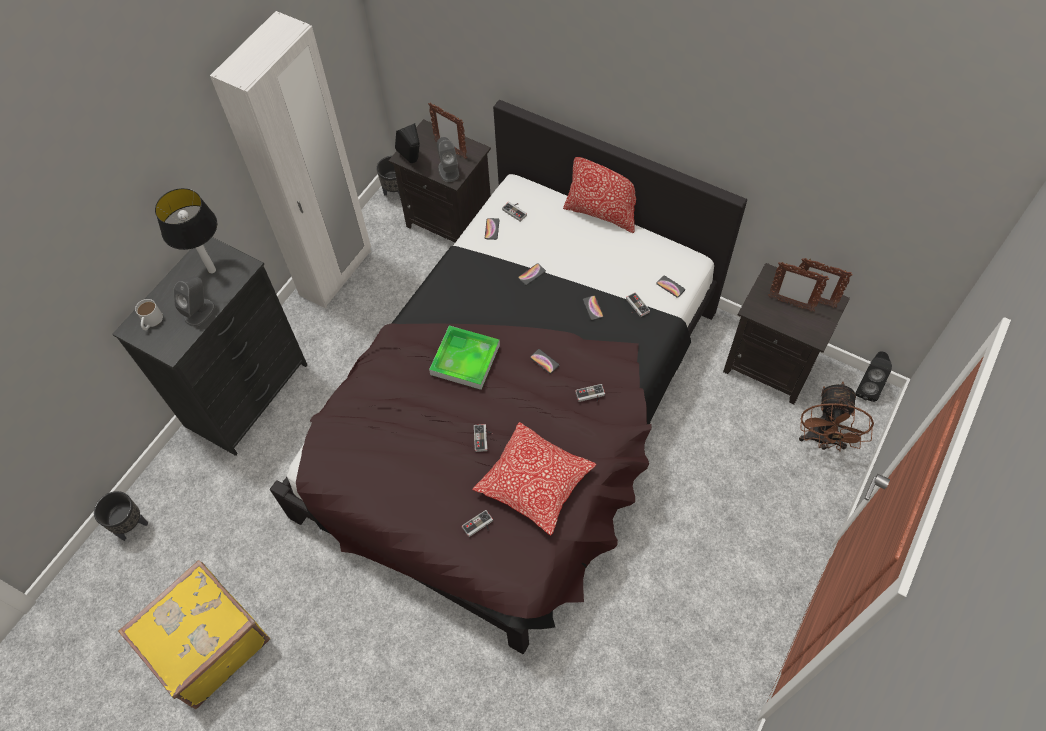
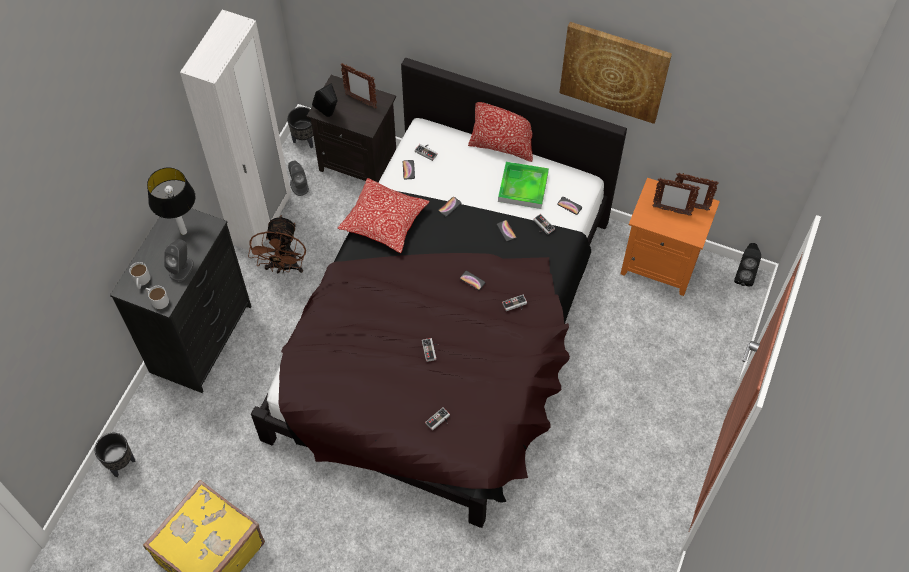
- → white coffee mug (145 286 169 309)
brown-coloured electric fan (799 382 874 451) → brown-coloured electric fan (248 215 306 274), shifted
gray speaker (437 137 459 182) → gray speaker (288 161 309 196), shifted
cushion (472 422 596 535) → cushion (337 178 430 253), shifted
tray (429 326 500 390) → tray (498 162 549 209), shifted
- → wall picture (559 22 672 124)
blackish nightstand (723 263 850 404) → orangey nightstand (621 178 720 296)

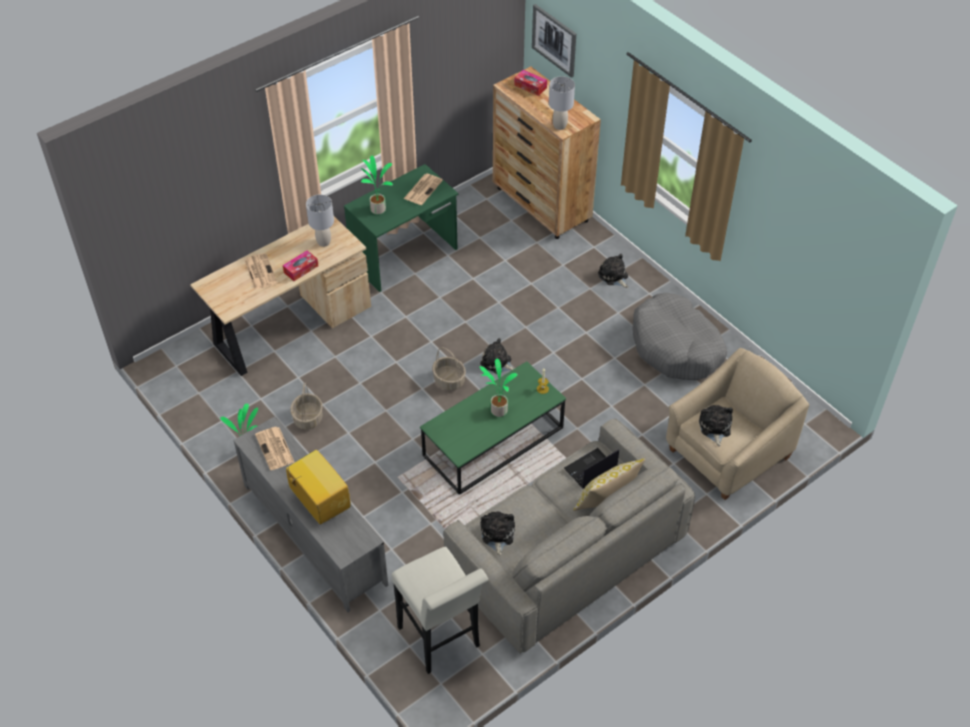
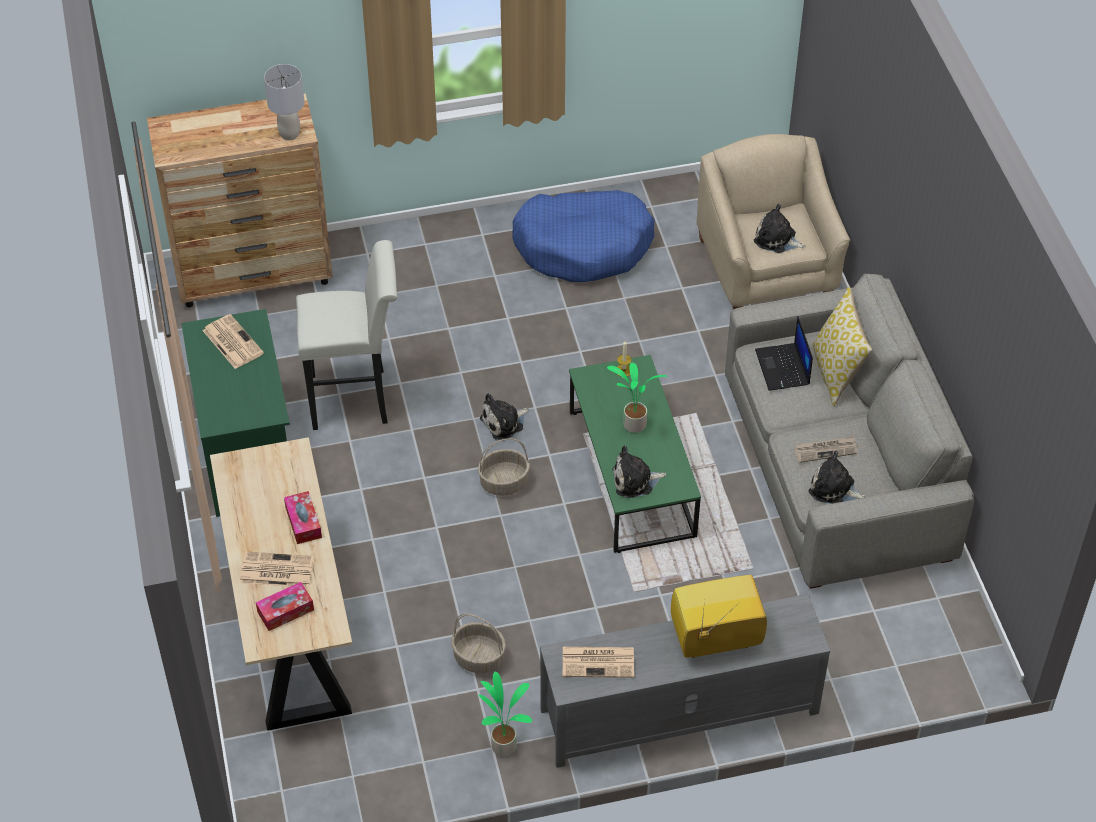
tissue box (514 70 547 96) → tissue box (256 582 314 631), shifted
white stool (391 547 488 674) → white stool (296 240 397 430), shifted
gray dog cushion (632 293 727 380) → blue-coloured dog cushion (512 190 655 282)
soft toy (598 254 628 288) → soft toy (612 445 666 498), shifted
- → newspaper (794 436 857 463)
gray table lamp (306 195 334 247) → -
plant in a pot (361 155 393 215) → -
wall picture (532 4 576 78) → -

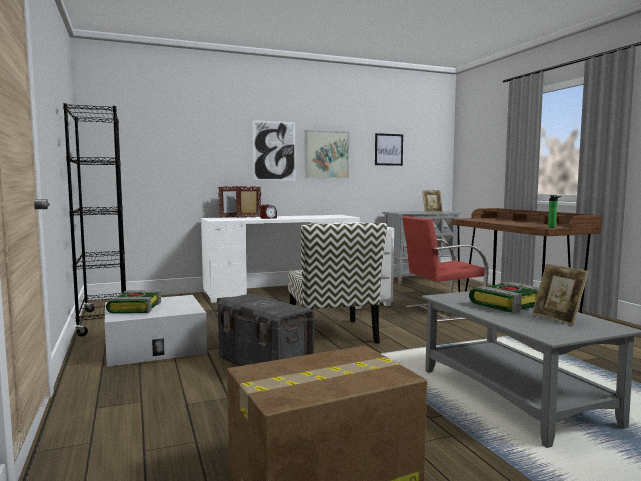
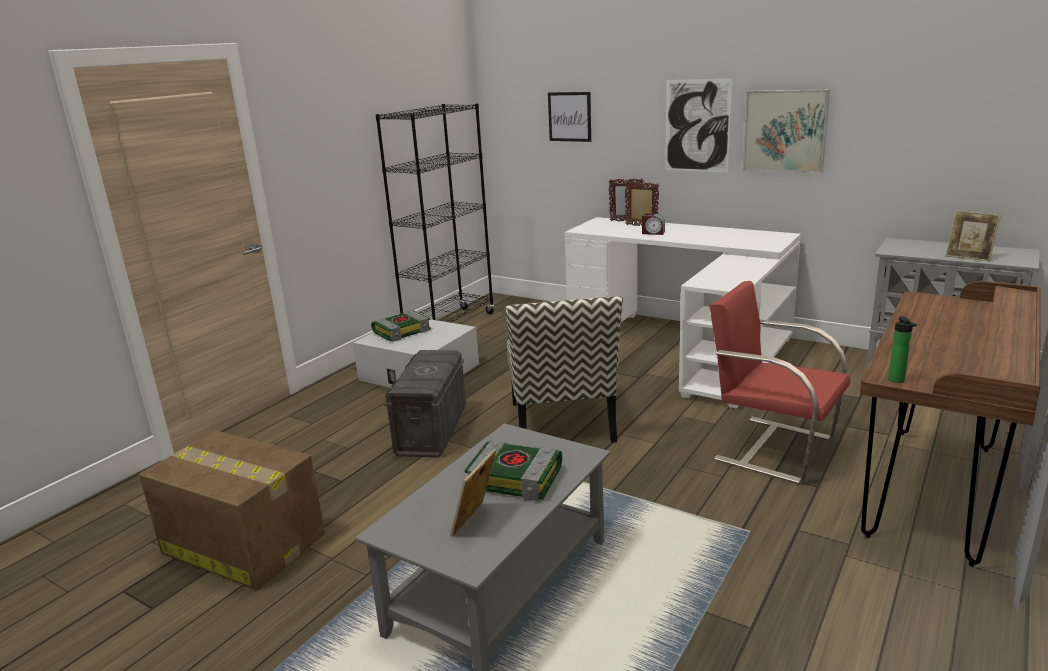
chair (288 223 387 344) → chair (506 296 623 443), 45 degrees counterclockwise
wall picture (375 133 403 166) → wall picture (548 92 591 142), shifted

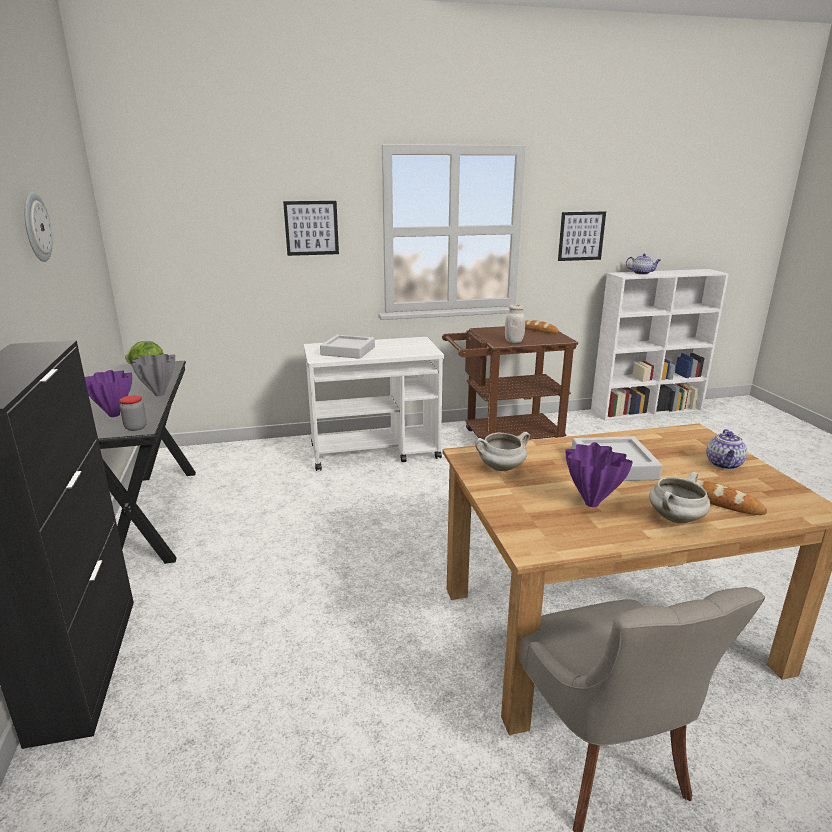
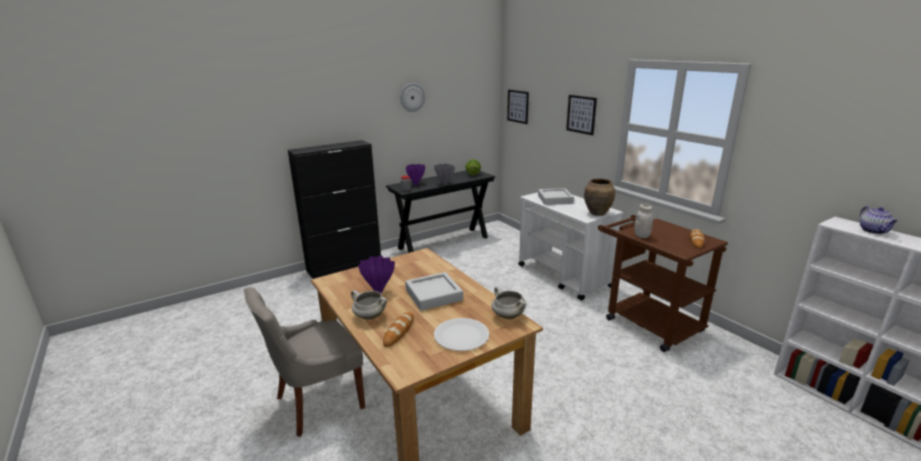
pot for tea (706 429 747 469) → white flat dish (434 318 489 351)
white saucepot (475 432 530 471) → white saucepot (491 287 526 319), shifted
wall picture (558 212 606 261) → wall picture (507 90 529 124), shifted
- → brown-coloured vase (584 178 615 216)

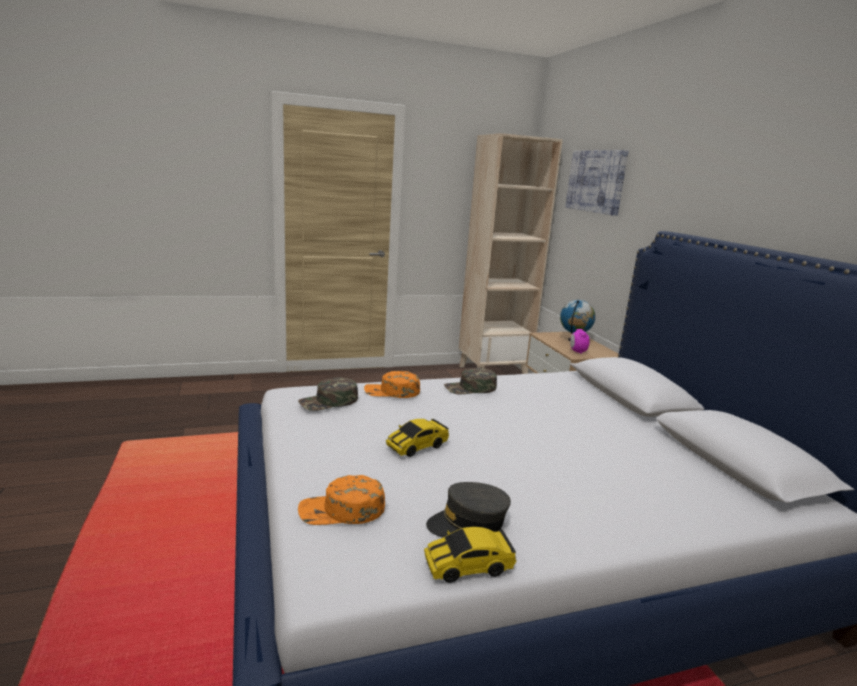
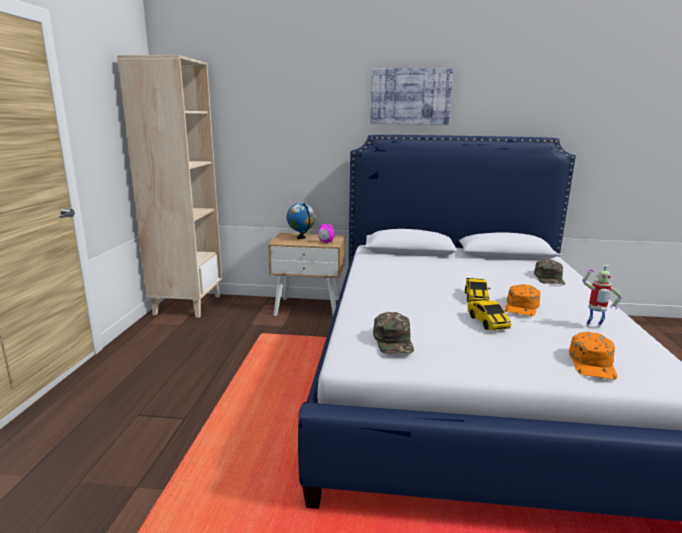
wall picture (565 150 629 216) → wall picture (370 68 453 125), shifted
miniature car (424 527 516 583) → miniature car (465 278 491 302), shifted
orangey cap (364 371 420 398) → orangey cap (505 284 541 316), shifted
green-coloured cap (444 368 497 395) → green-coloured cap (534 259 565 285), shifted
gray cap (426 482 511 538) → robot figure (582 265 622 328)

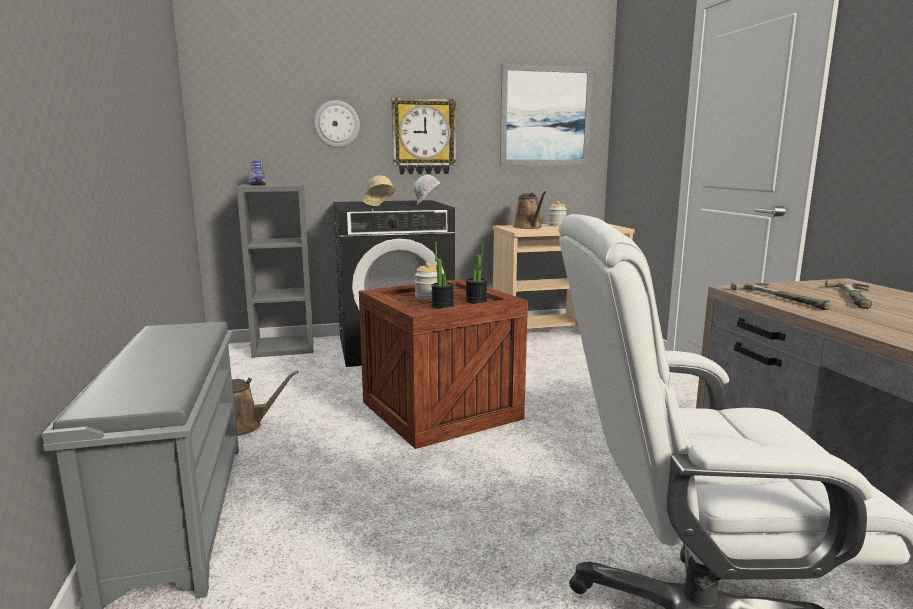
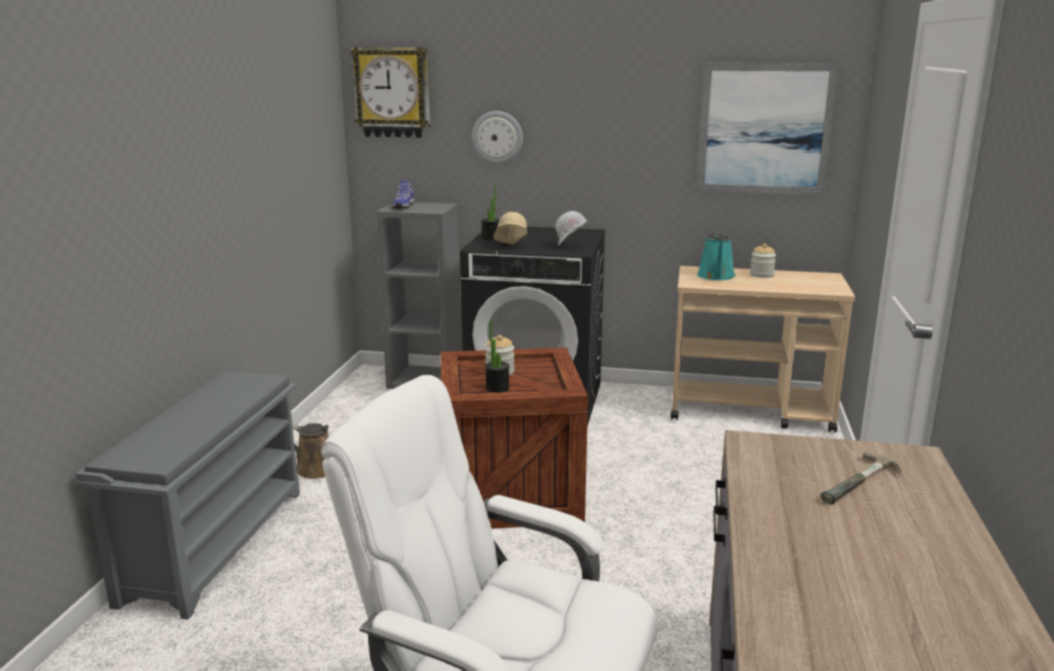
wall clock (391 98 457 174) → wall clock (351 47 430 138), shifted
plant in a pot (466 238 487 304) → plant in a pot (481 184 499 240), shifted
brown-coloured watering can (513 191 546 229) → blue-green watering can (697 232 736 280)
hand hammer (731 282 831 310) → -

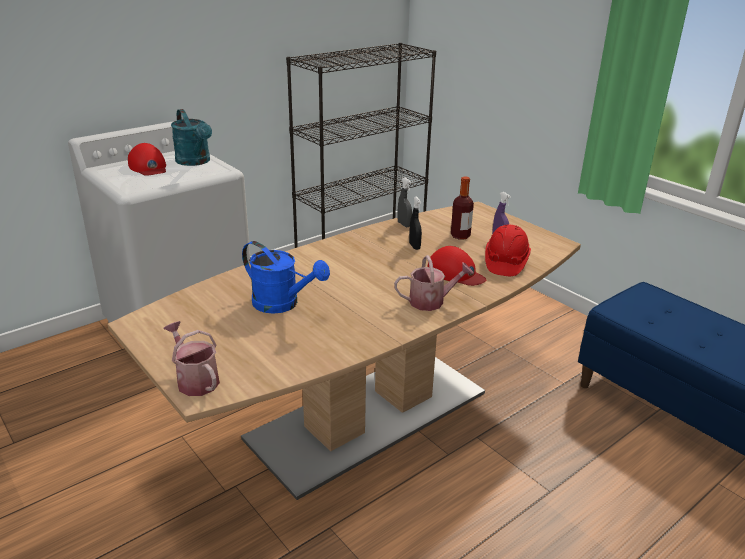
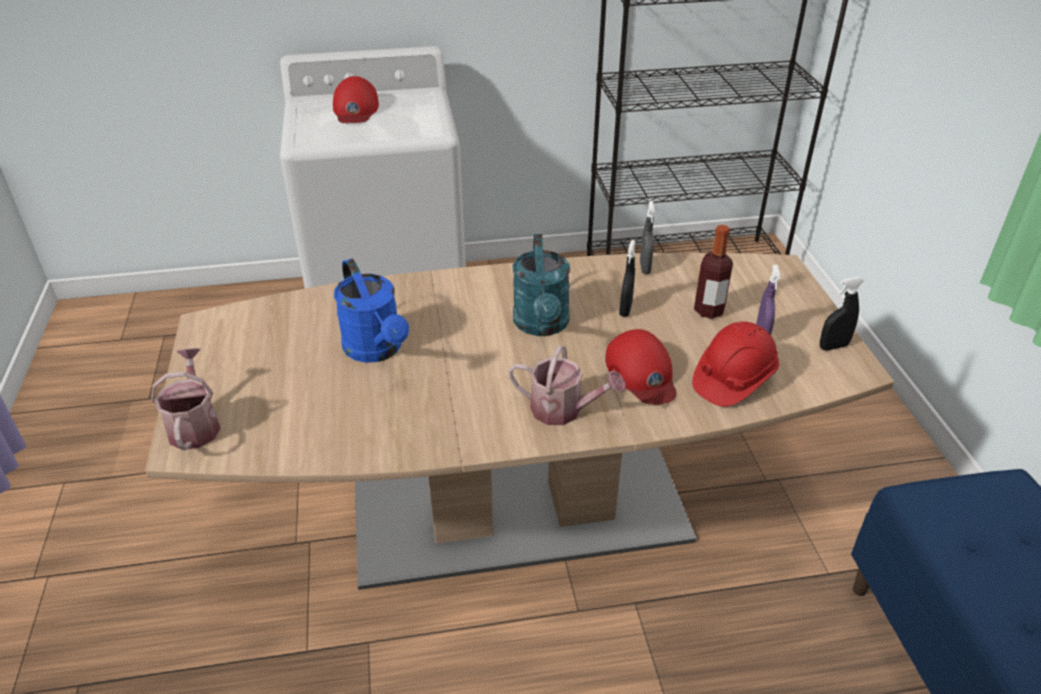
blue-green watering can (171 109 212 166) → blue-green watering can (513 234 570 336), shifted
- → blackish sprayer (820 277 864 351)

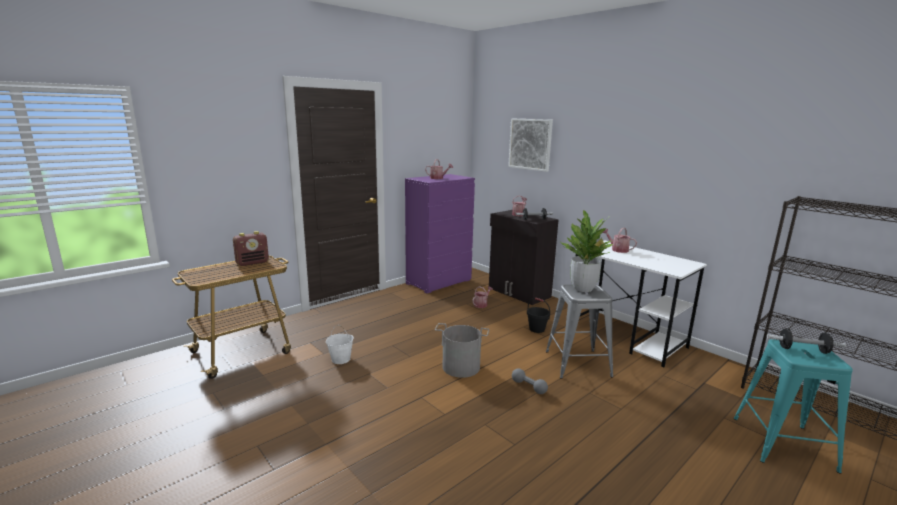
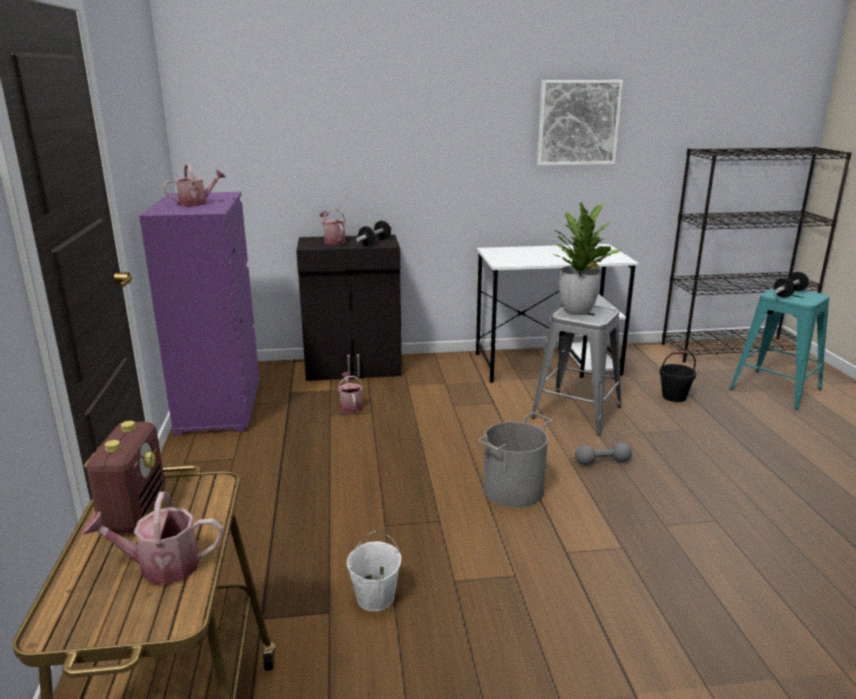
watering can (603 228 637 253) → watering can (82 492 223 585), shifted
wall picture (508 119 553 172) → wall picture (537 80 623 166), shifted
blackish water bucket (527 298 550 333) → blackish water bucket (659 351 696 402), shifted

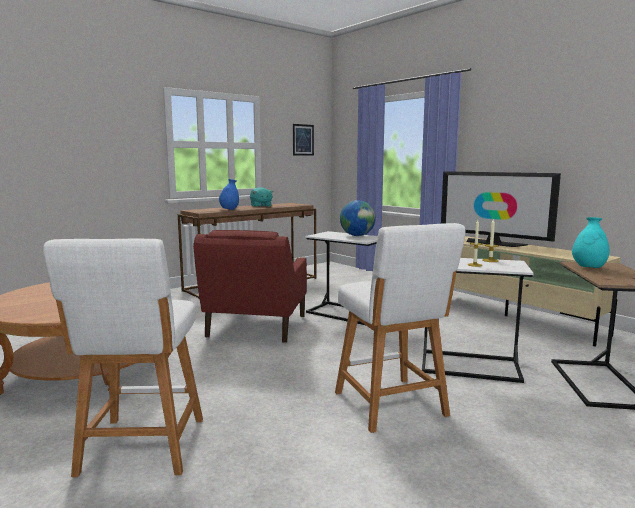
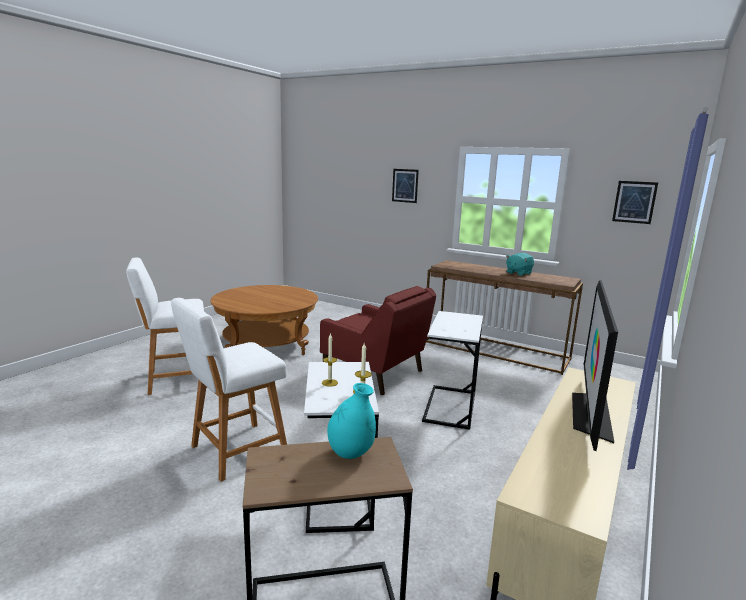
red armchair (193 230 307 343) → red armchair (320 286 436 395), 135 degrees counterclockwise
- → wall picture (392 169 419 203)
blue-coloured vase (219 179 239 210) → -
world globe (340 200 376 236) → -

